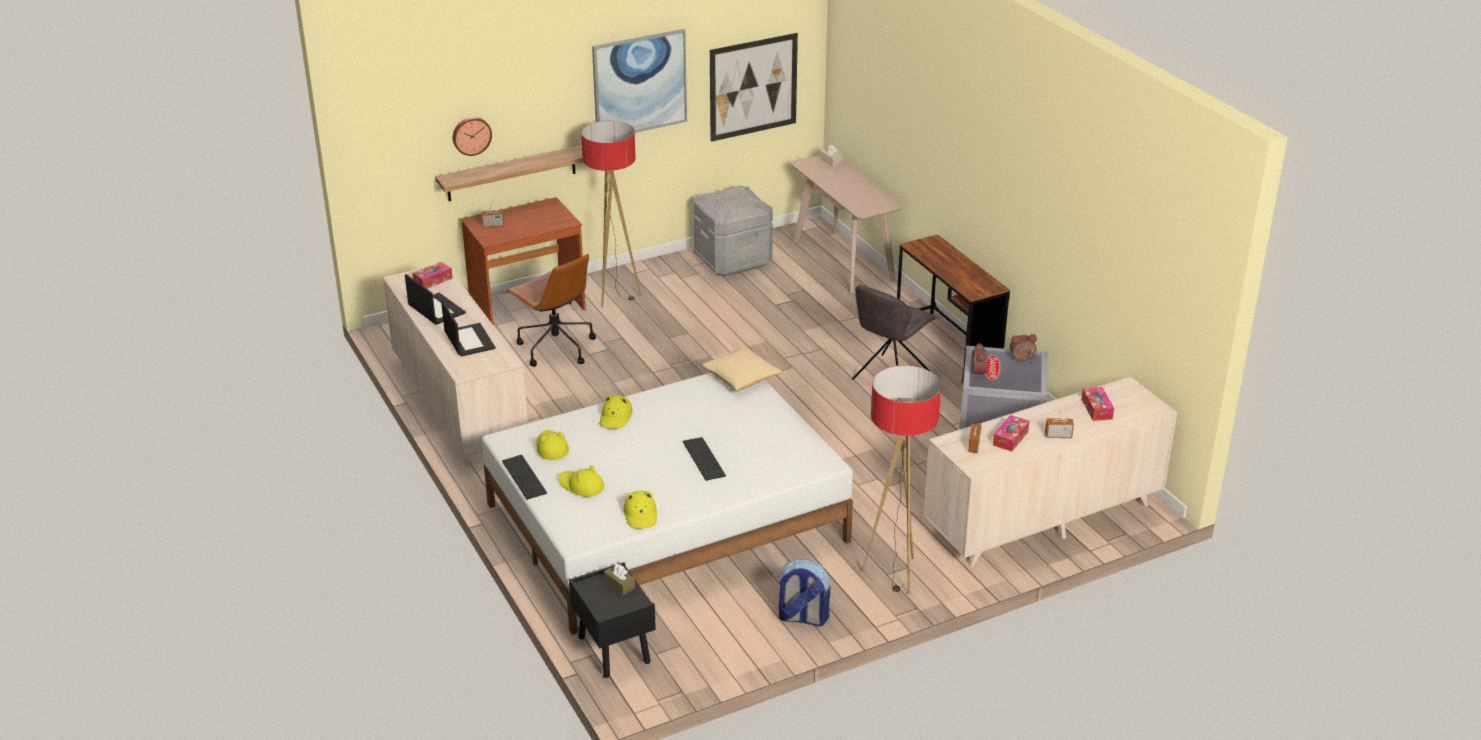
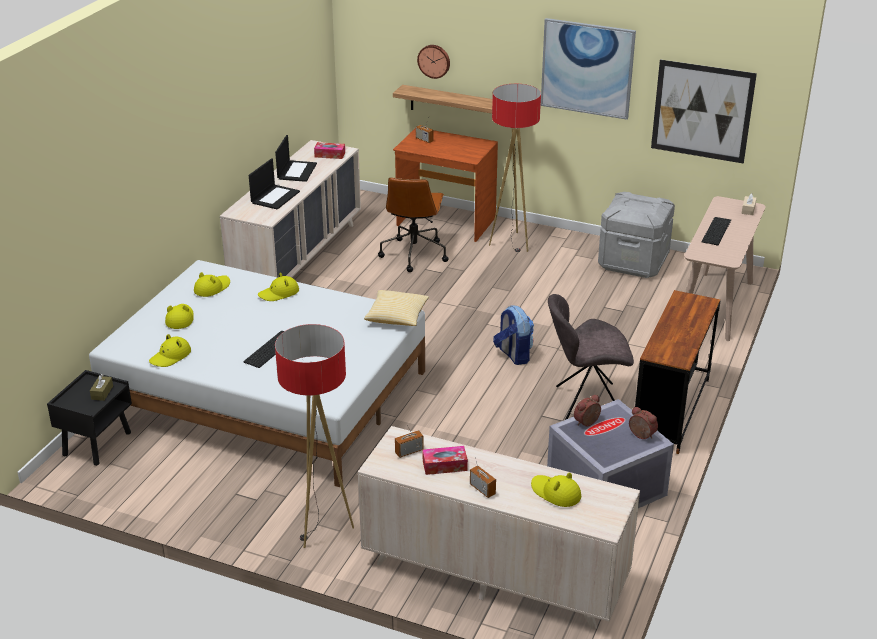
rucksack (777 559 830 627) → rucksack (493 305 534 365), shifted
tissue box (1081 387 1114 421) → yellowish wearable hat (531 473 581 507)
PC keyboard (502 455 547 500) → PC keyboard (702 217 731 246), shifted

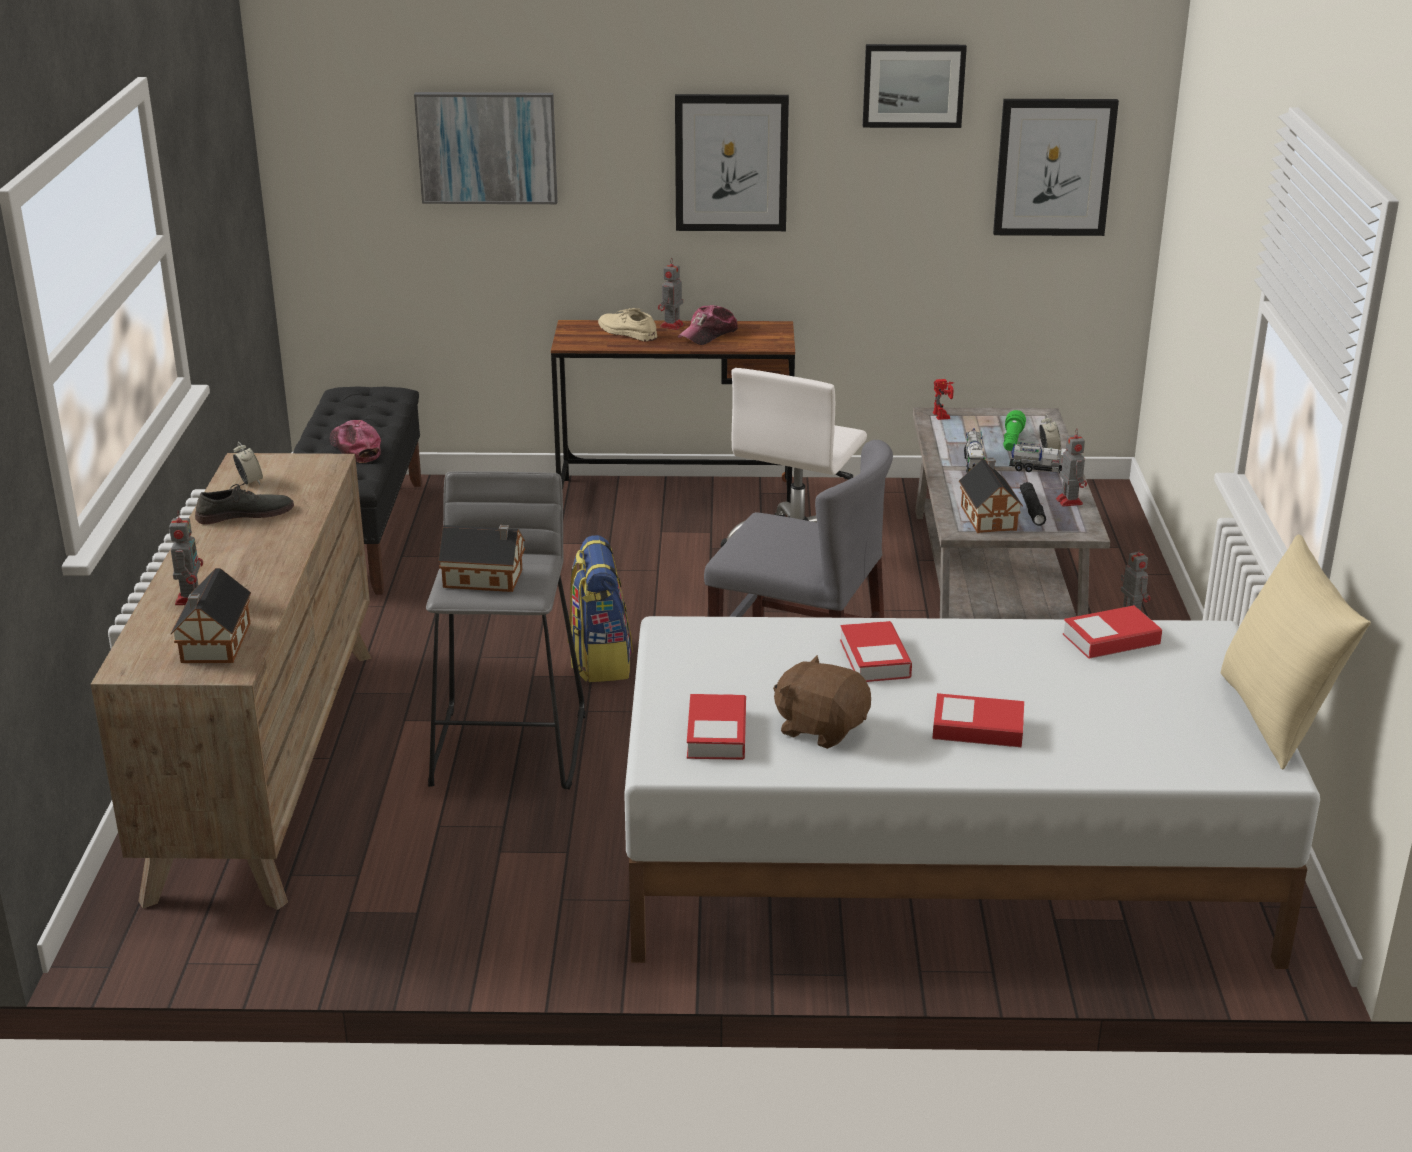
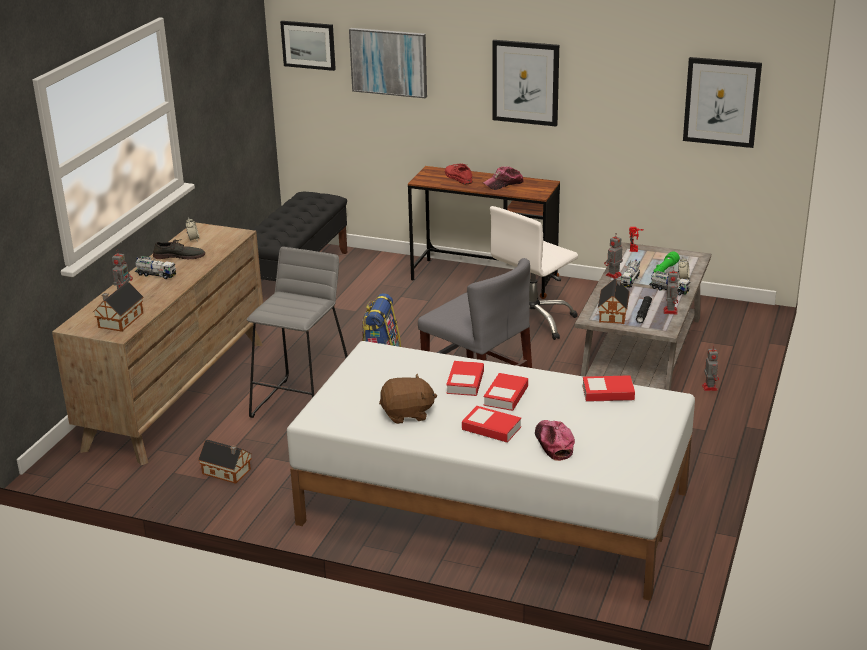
- → toy truck (135 256 176 279)
toy house (438 525 525 592) → toy house (198 439 252 484), shifted
wall picture (863 44 967 128) → wall picture (280 21 336 71), shifted
brown-coloured soft toy (773 655 871 749) → brown-coloured soft toy (379 373 437 424), 120 degrees clockwise
sand-coloured item of footwear (598 308 657 342) → red item of footwear (445 164 472 184)
bound book (687 694 746 760) → bound book (483 373 528 411), shifted
cap (330 420 381 463) → cap (535 420 575 461), shifted
robot figure (658 258 684 330) → robot figure (604 233 623 279), shifted
sand-coloured cushion (1221 534 1371 769) → -

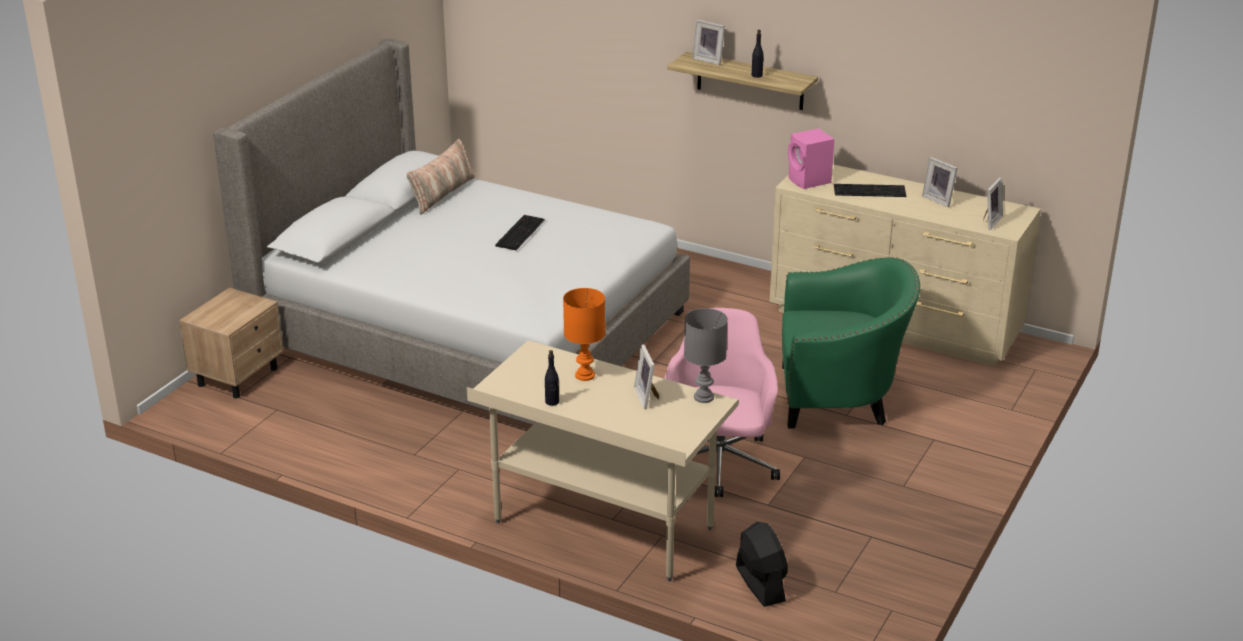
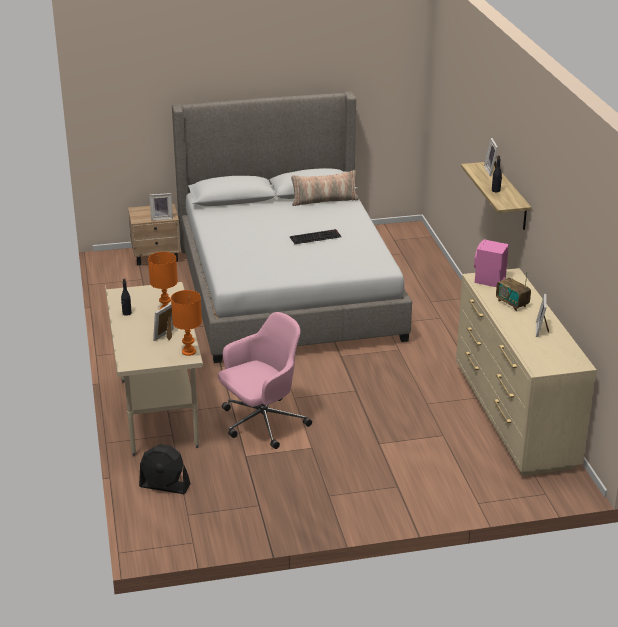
blackish electric fan (736 522 788 607) → blackish electric fan (139 444 190 494), 75 degrees clockwise
picture frame (983 177 1003 230) → picture frame (149 193 173 221), shifted
gray table lamp (684 308 728 403) → orangey table lamp (171 290 202 356)
PC keyboard (834 184 906 197) → radio set (496 272 531 311)
green-coloured armchair (782 257 920 429) → -

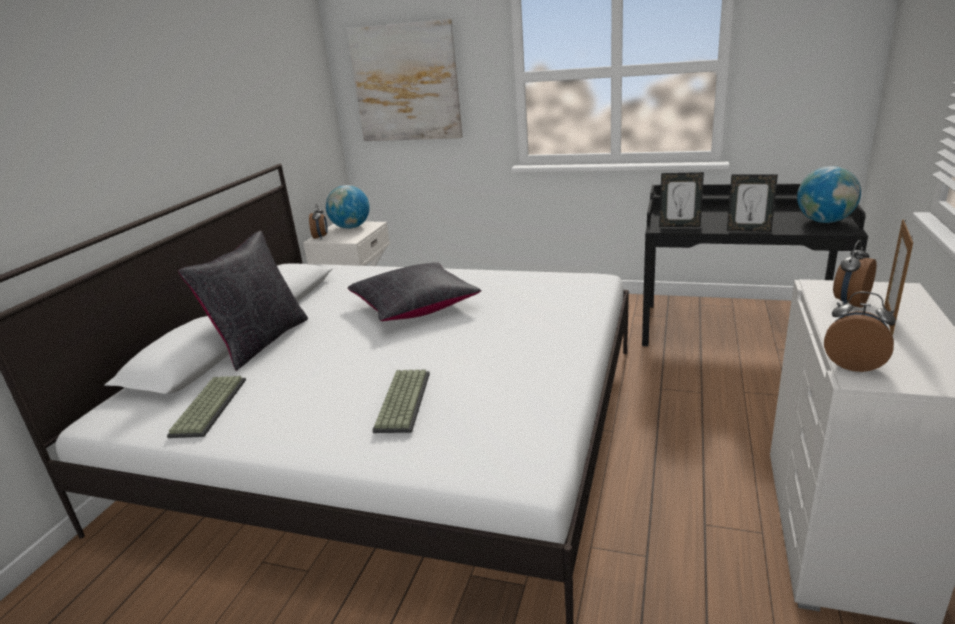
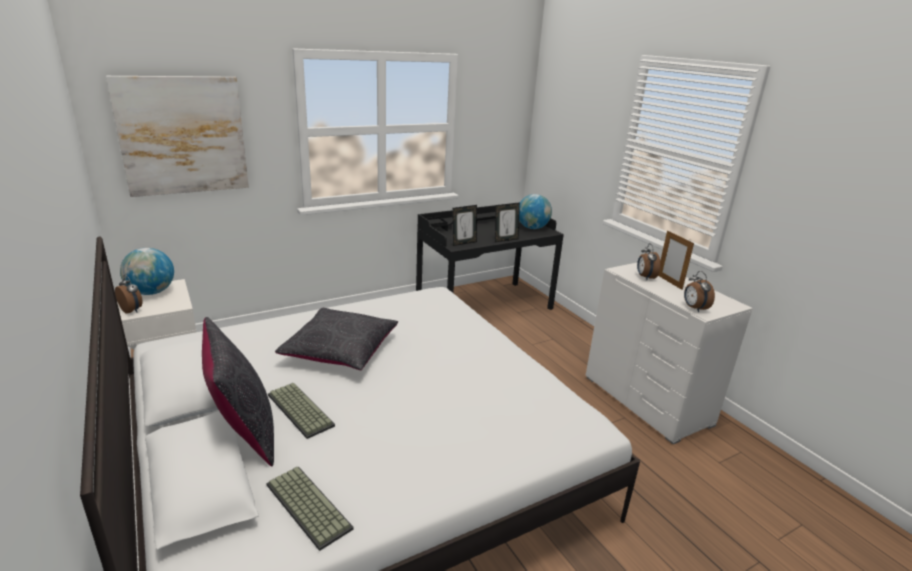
PC keyboard (372 369 430 433) → PC keyboard (268 383 335 439), shifted
bedside clock (824 292 896 372) → bedside clock (684 271 715 312), 90 degrees counterclockwise

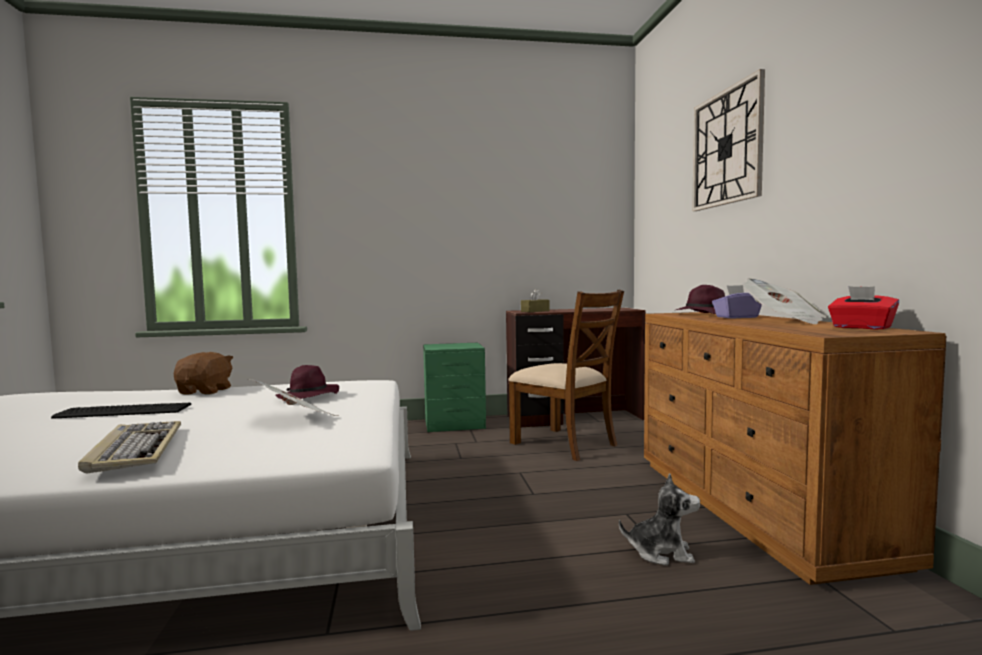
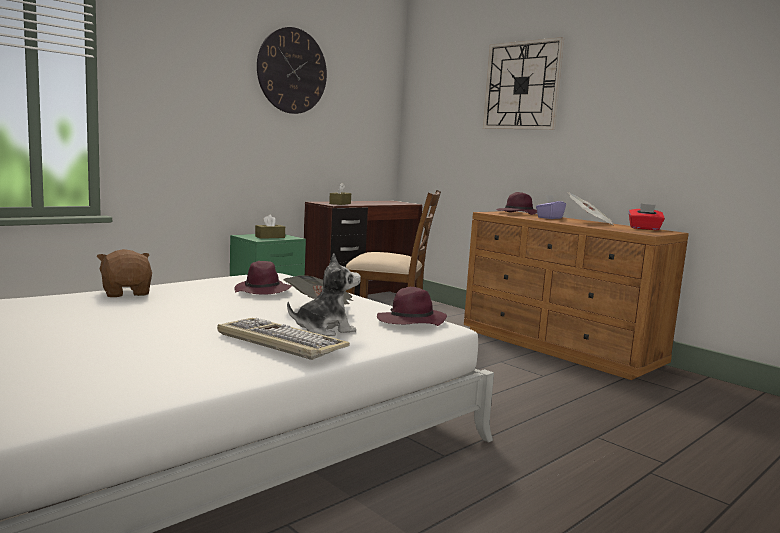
- → brown-coloured tissue box (255 215 285 239)
- → wall clock (257 27 327 114)
soft toy (619 474 700 566) → soft toy (287 254 361 336), shifted
- → purple-coloured wearable hat (377 287 447 326)
PC keyboard (51 403 191 419) → -

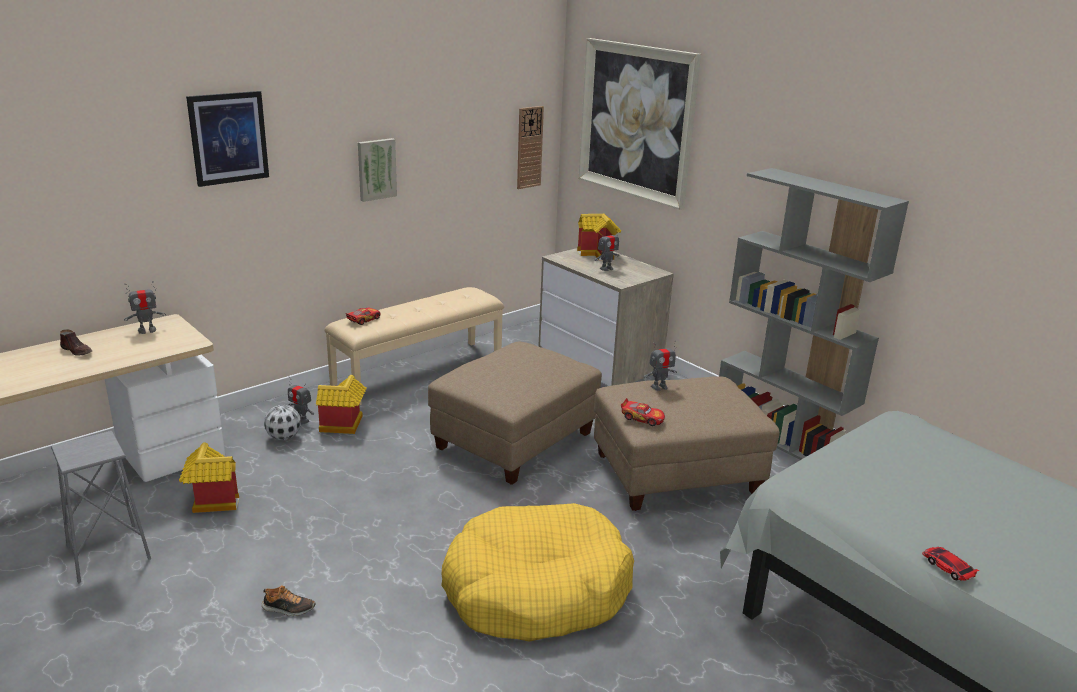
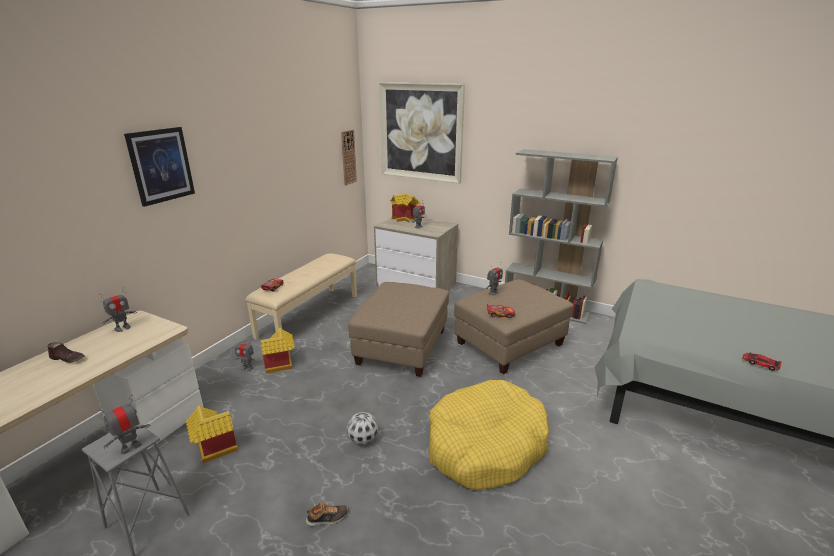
- → robot figure (100 395 150 455)
football (264 405 301 440) → football (347 412 378 445), shifted
wall picture (358 138 397 202) → -

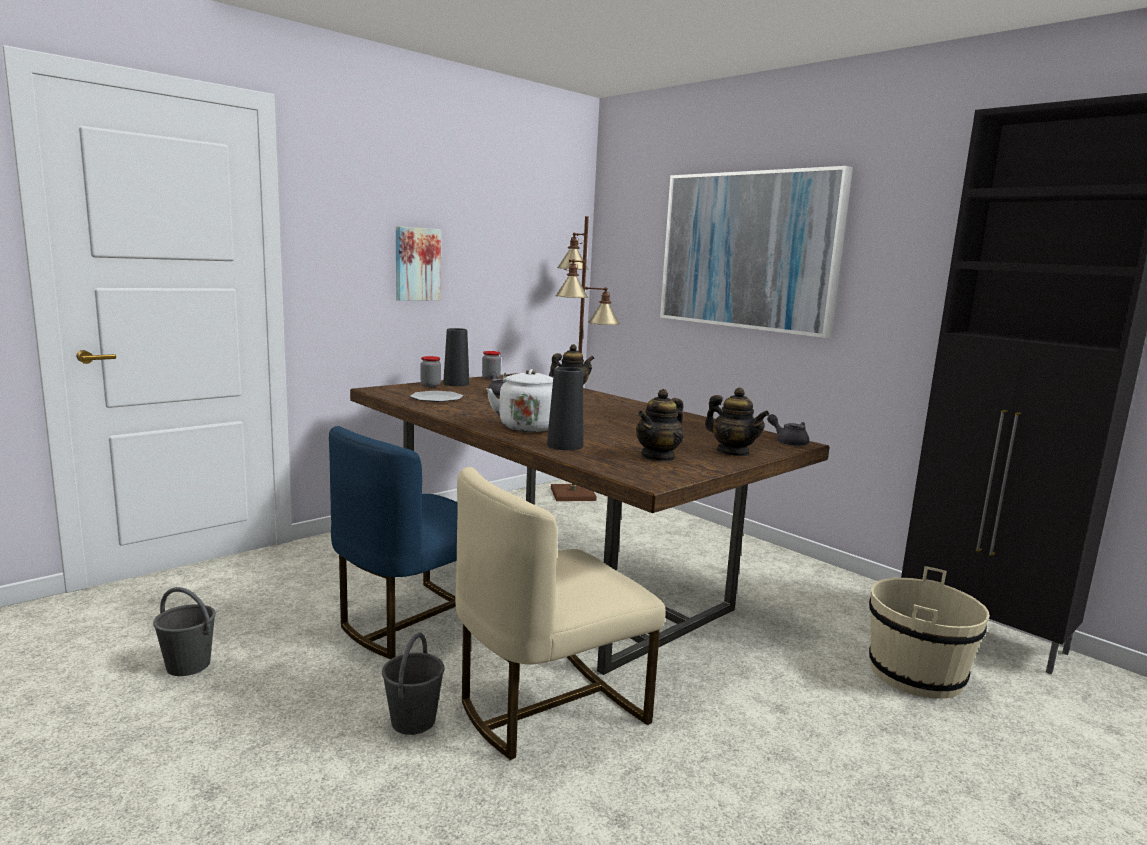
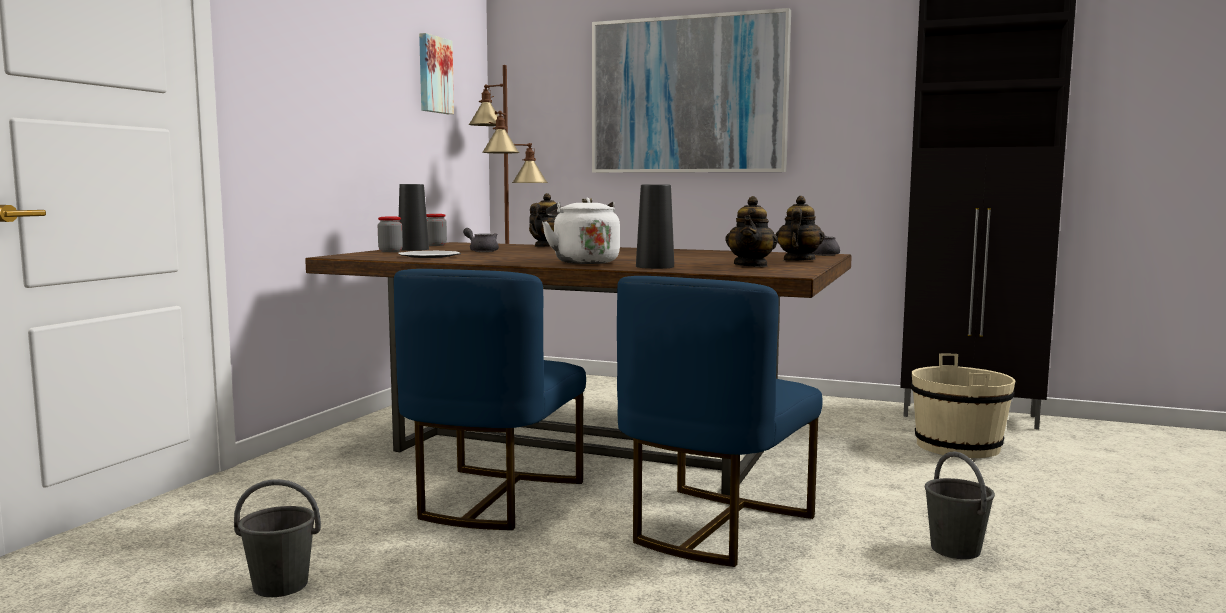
wall picture (396 226 441 301) → wall picture (419 33 454 114), shifted
sand-coloured chair (455 467 665 760) → blue-coloured chair (617 276 823 567)
pot for tea (705 388 770 456) → pot for tea (776 196 825 261), 90 degrees counterclockwise
gray water bucket (382 632 444 735) → gray water bucket (925 451 995 559), shifted

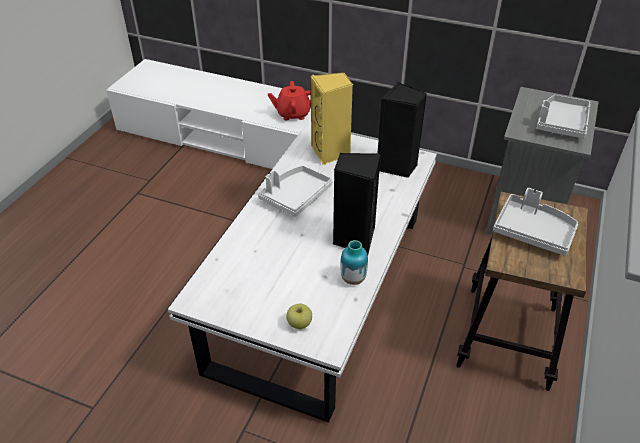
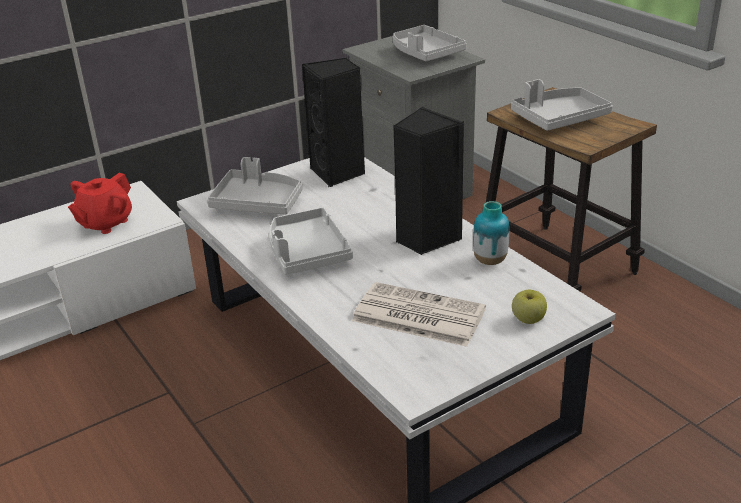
yellowish speaker (311 72 353 165) → gray tray (207 157 302 215)
- → newspaper (352 282 486 347)

